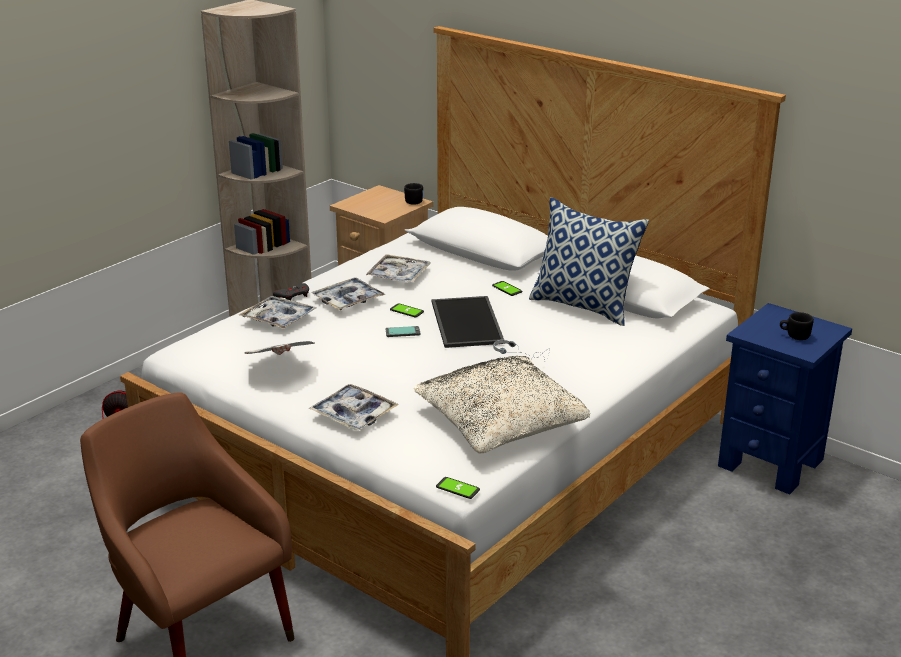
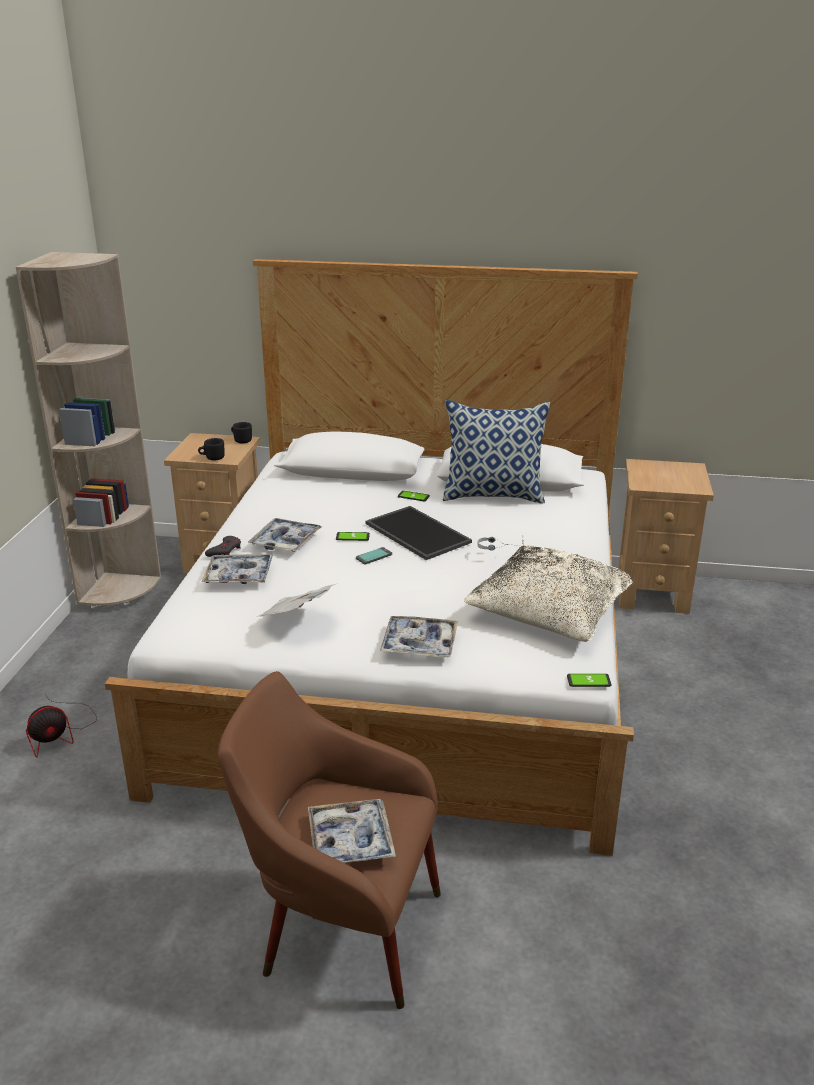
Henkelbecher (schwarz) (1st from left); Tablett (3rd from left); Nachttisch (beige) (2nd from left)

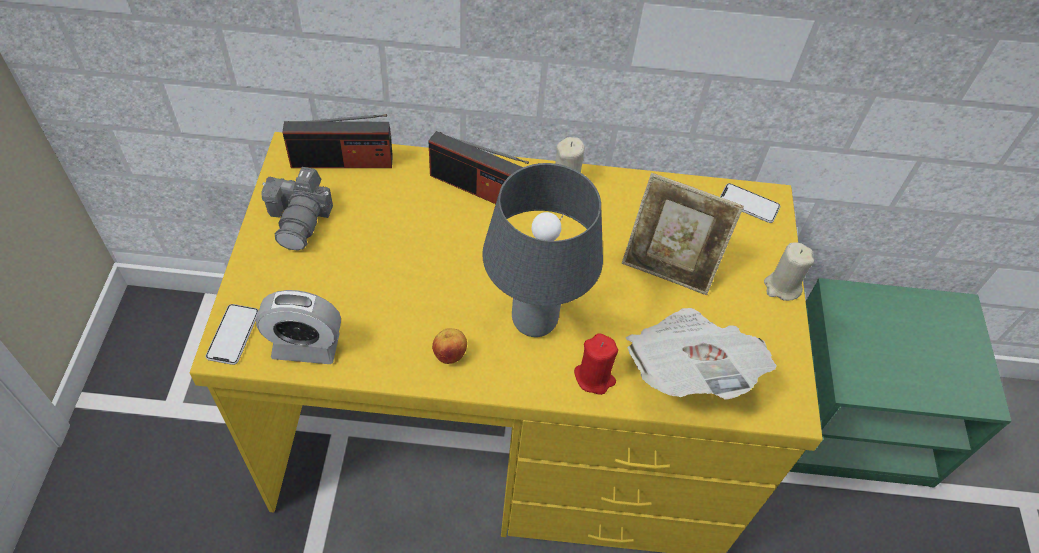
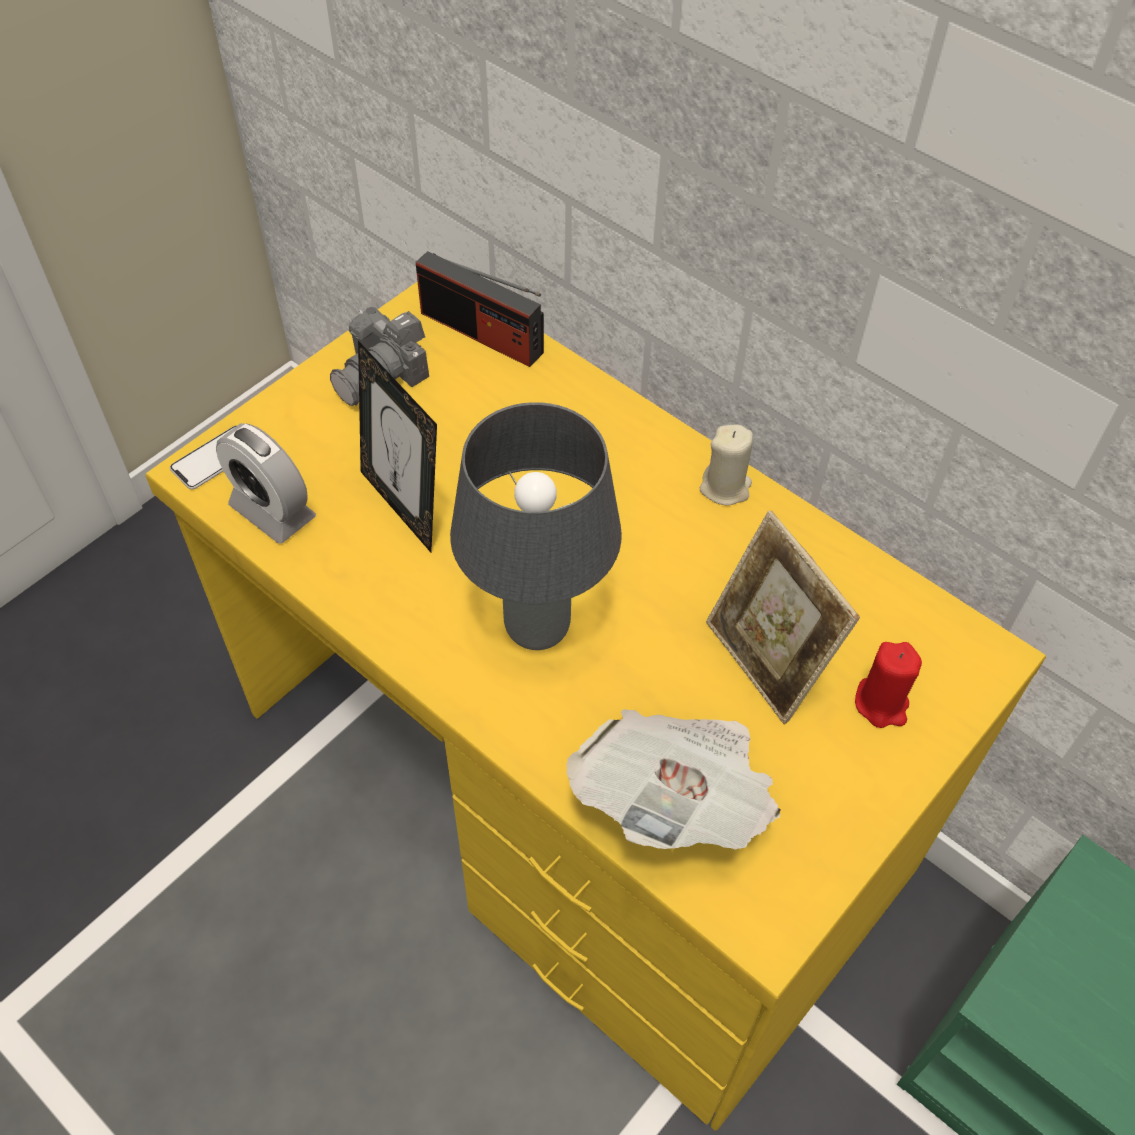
Bilderrahmen (1st from left); Kerze (rot); Radio (2nd from left in the first image); Apfel; Handy (2nd from left in the first image); Kerze (beige) (2nd from left in the first image)

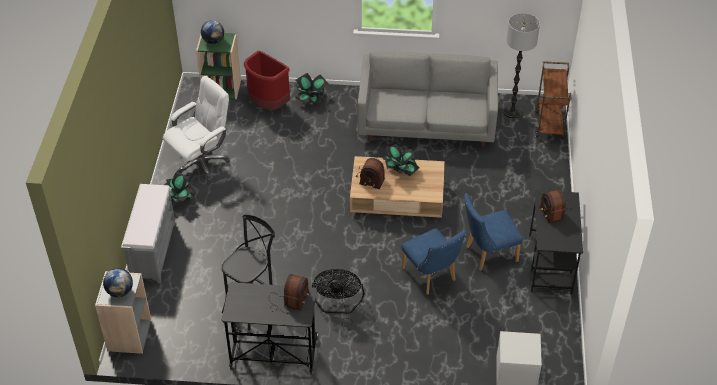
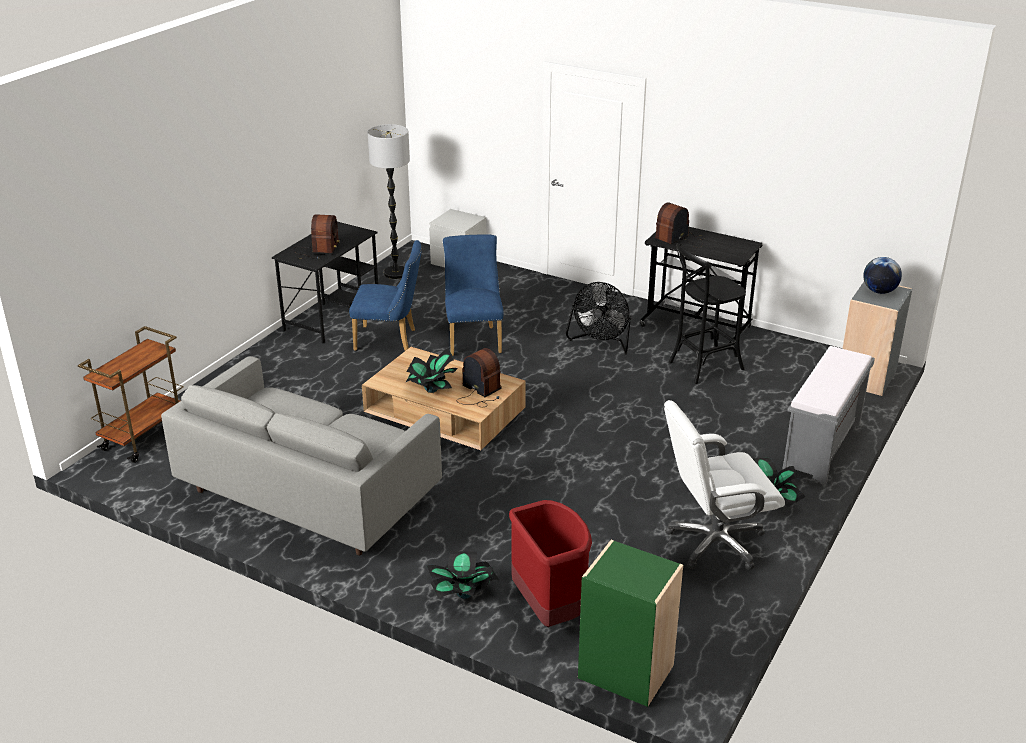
Stehlampe; Globus (2nd from left in the first image)

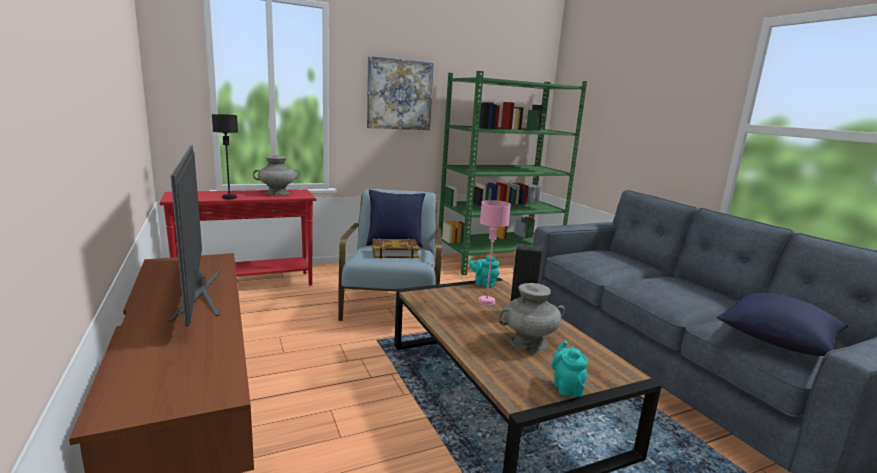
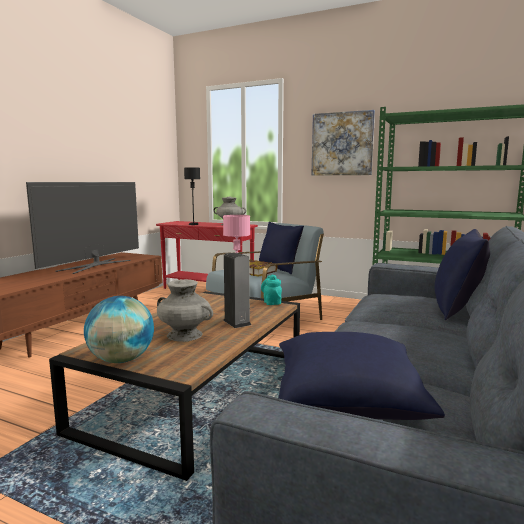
Globus; Kissen (blau) (3rd from left)

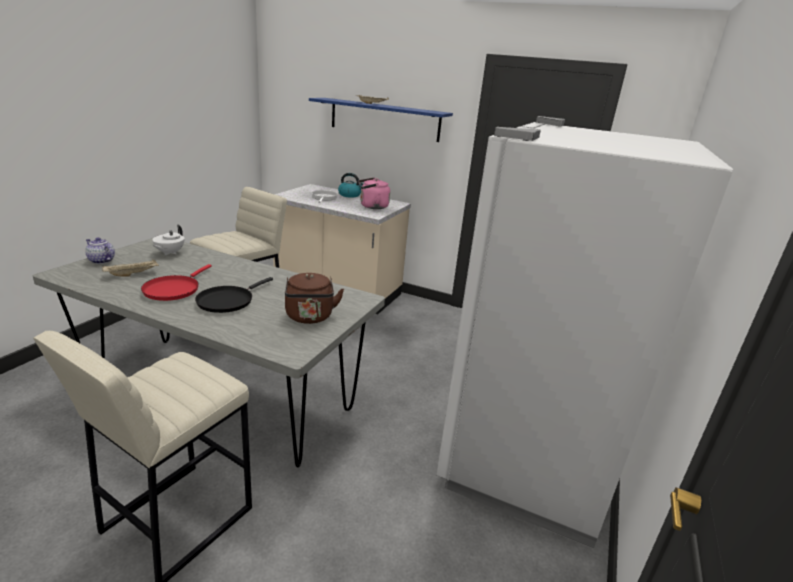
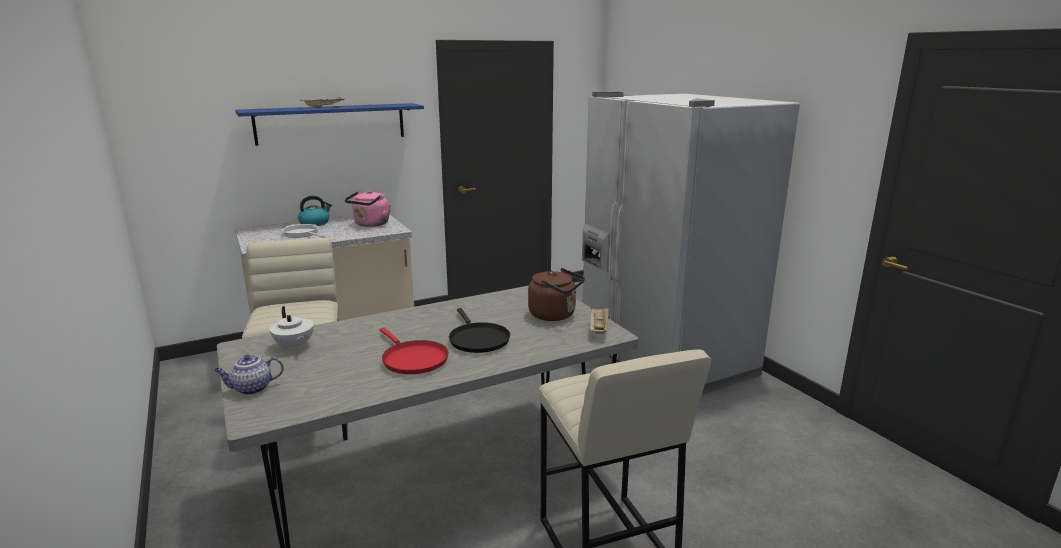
Tablett (beige) (2nd from left)

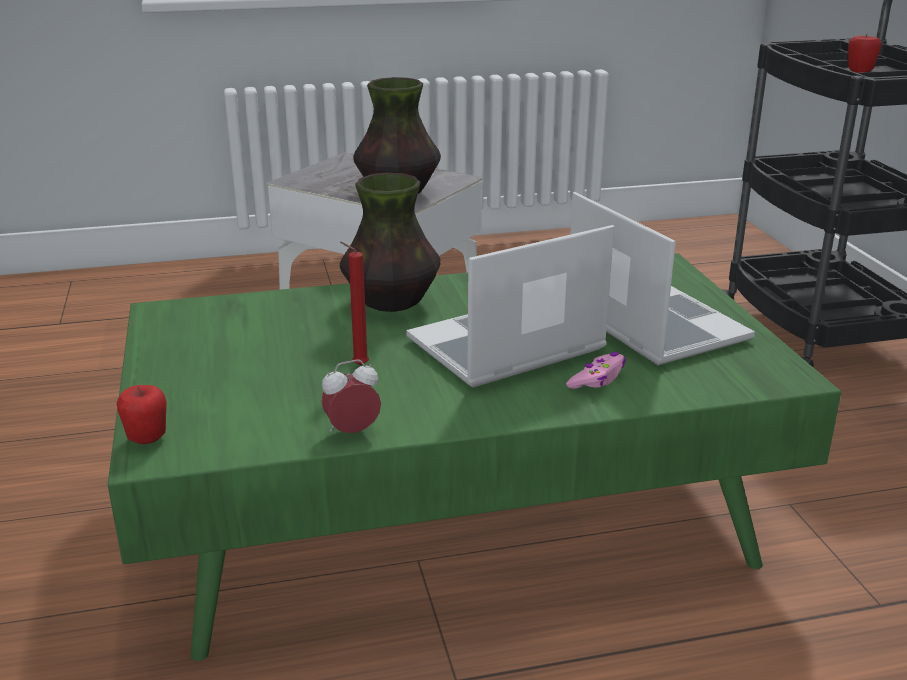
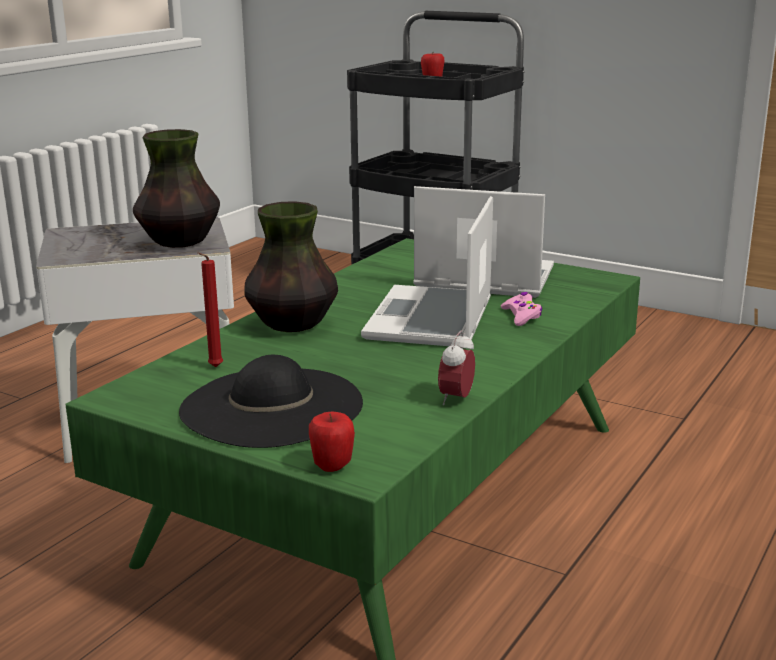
Hut (schwarz); Kerze (rot)

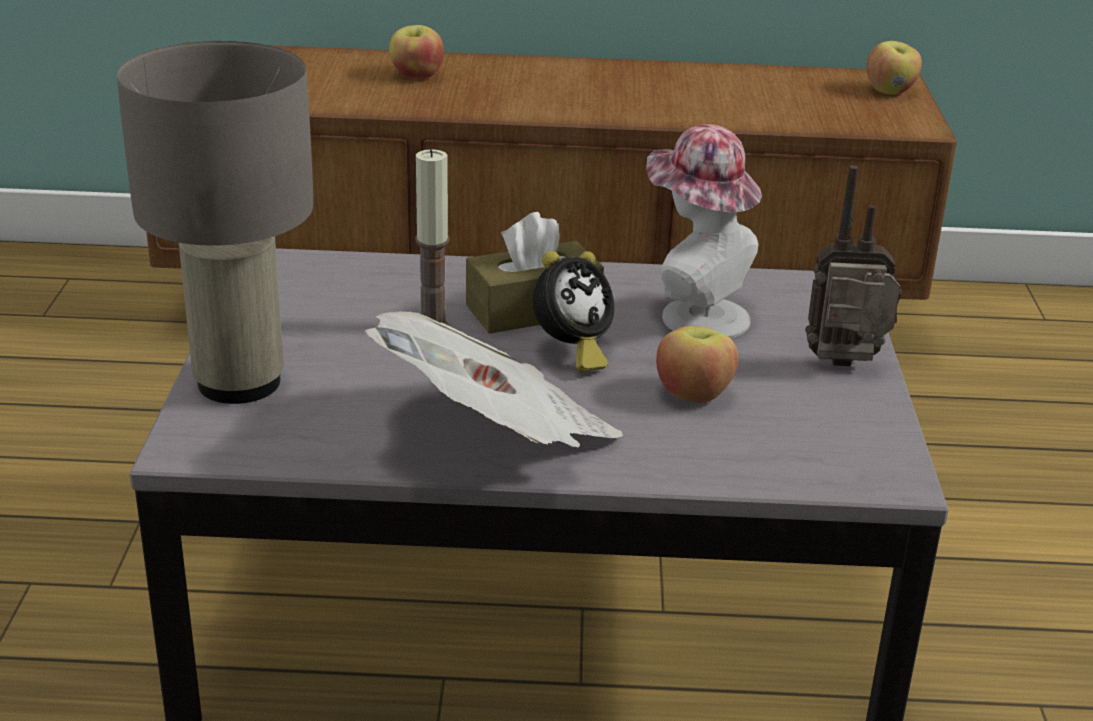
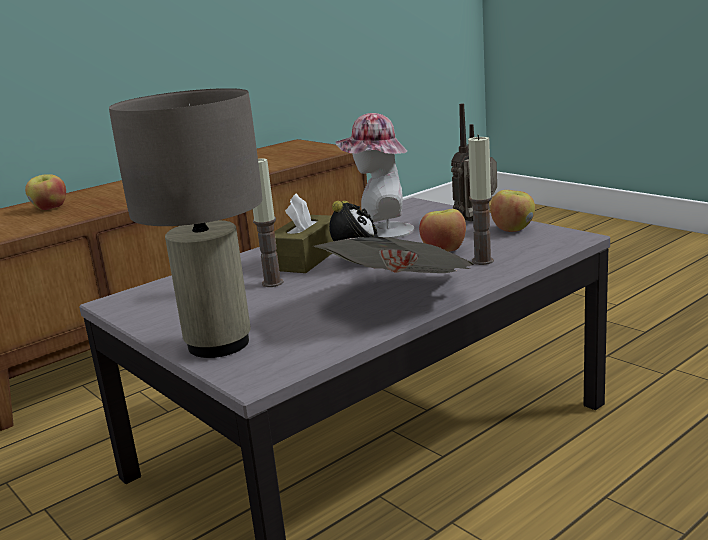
Kerze (2nd from left); Apfel (3rd from left)

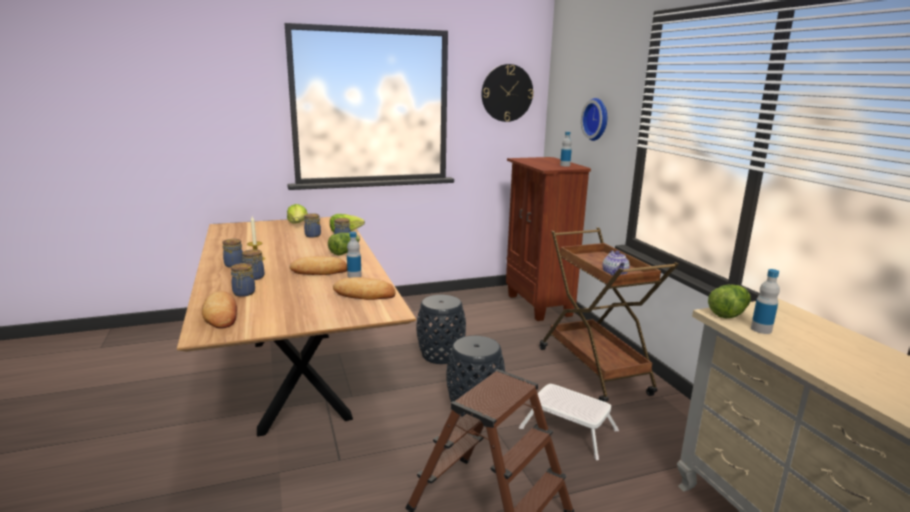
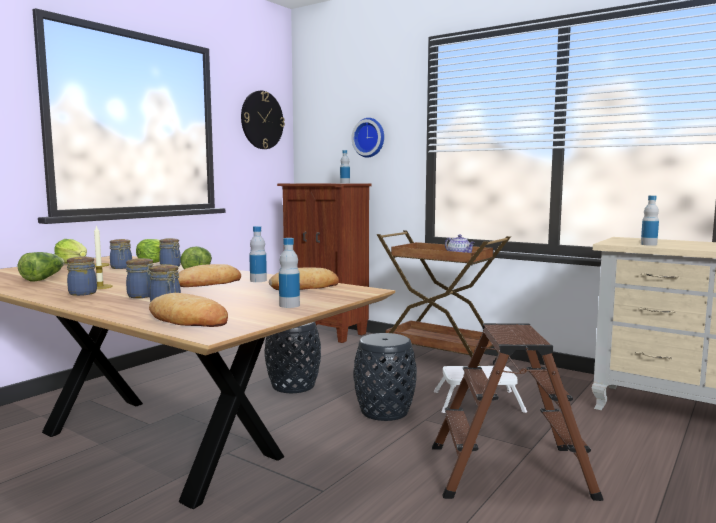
Salatkopf (1st from left); Flasche (2nd from left)

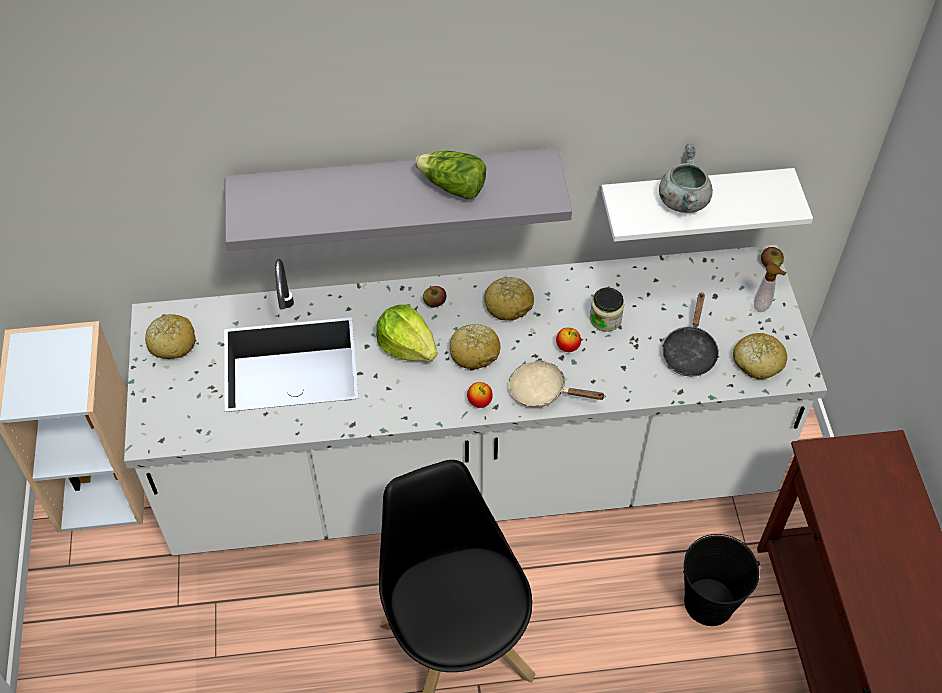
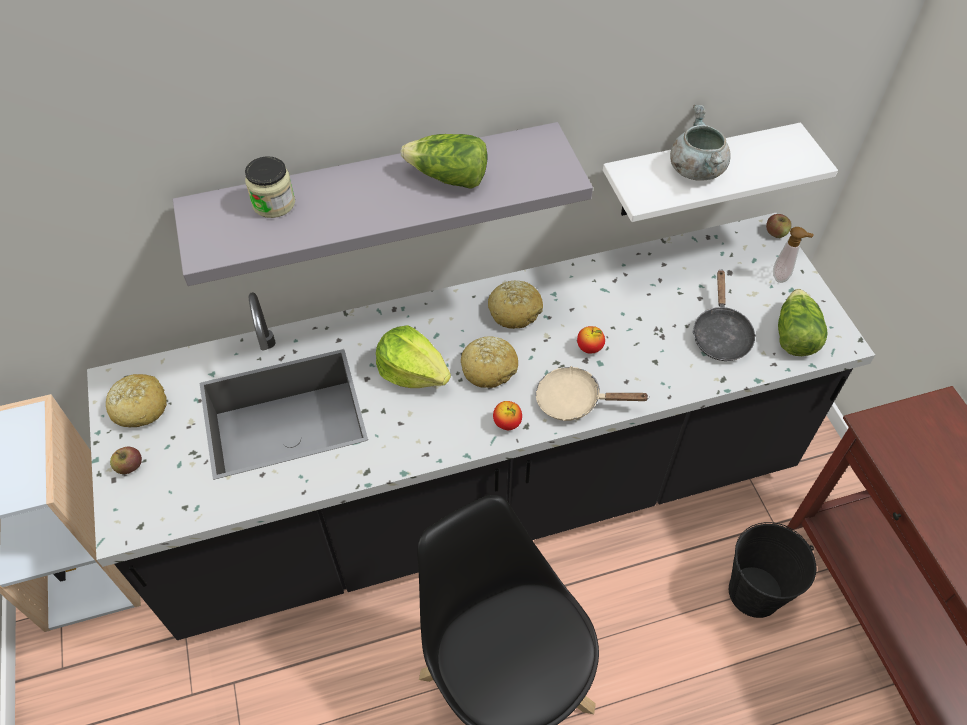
Küchenzeile (schwarz); Apfel (1st from left); Vorratsglas; Salatkopf (3rd from left)

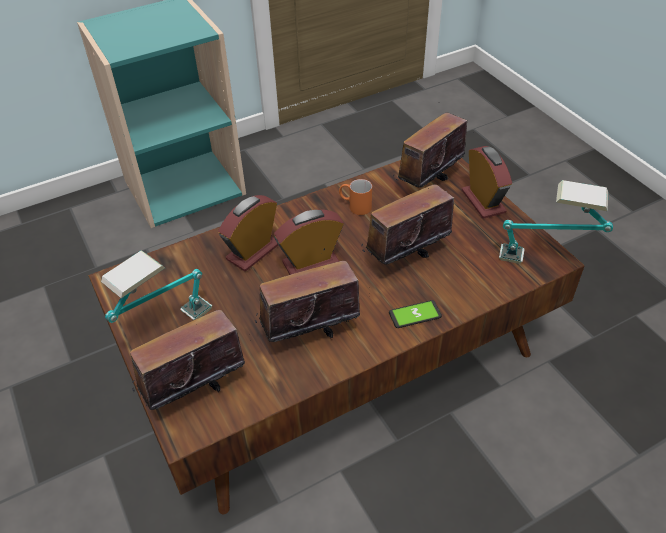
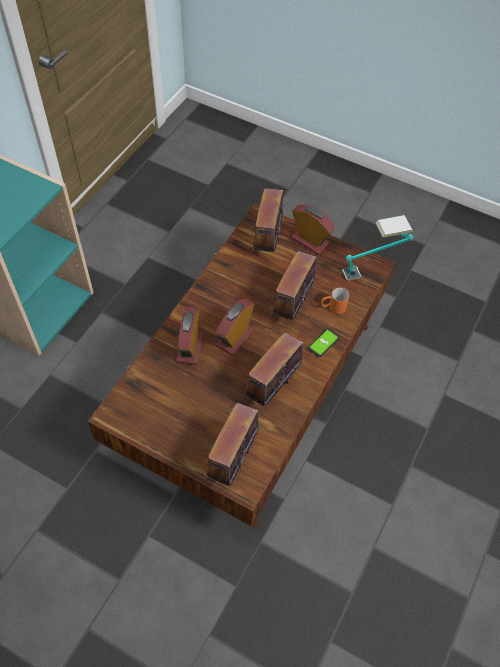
Henkelbecher (orange); Tischlampe (1st from left in the first image)

